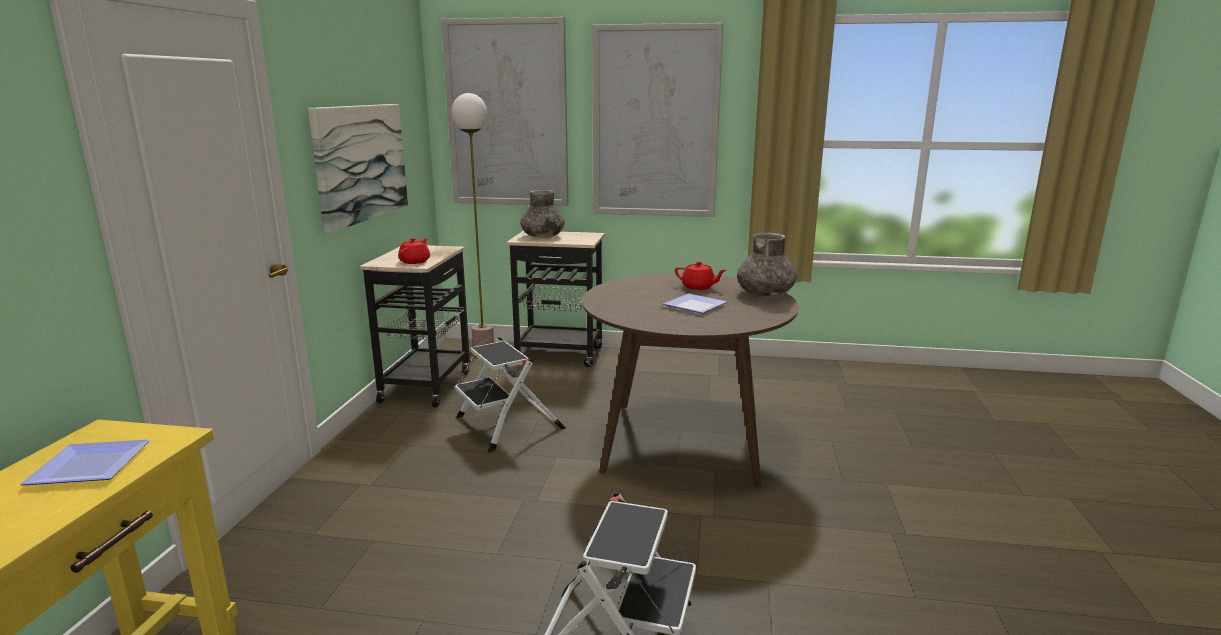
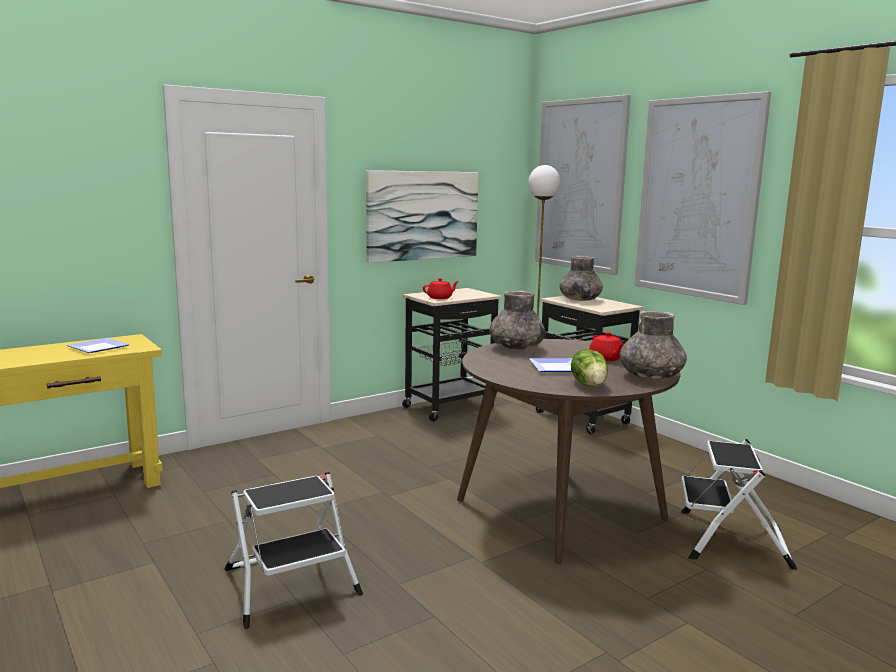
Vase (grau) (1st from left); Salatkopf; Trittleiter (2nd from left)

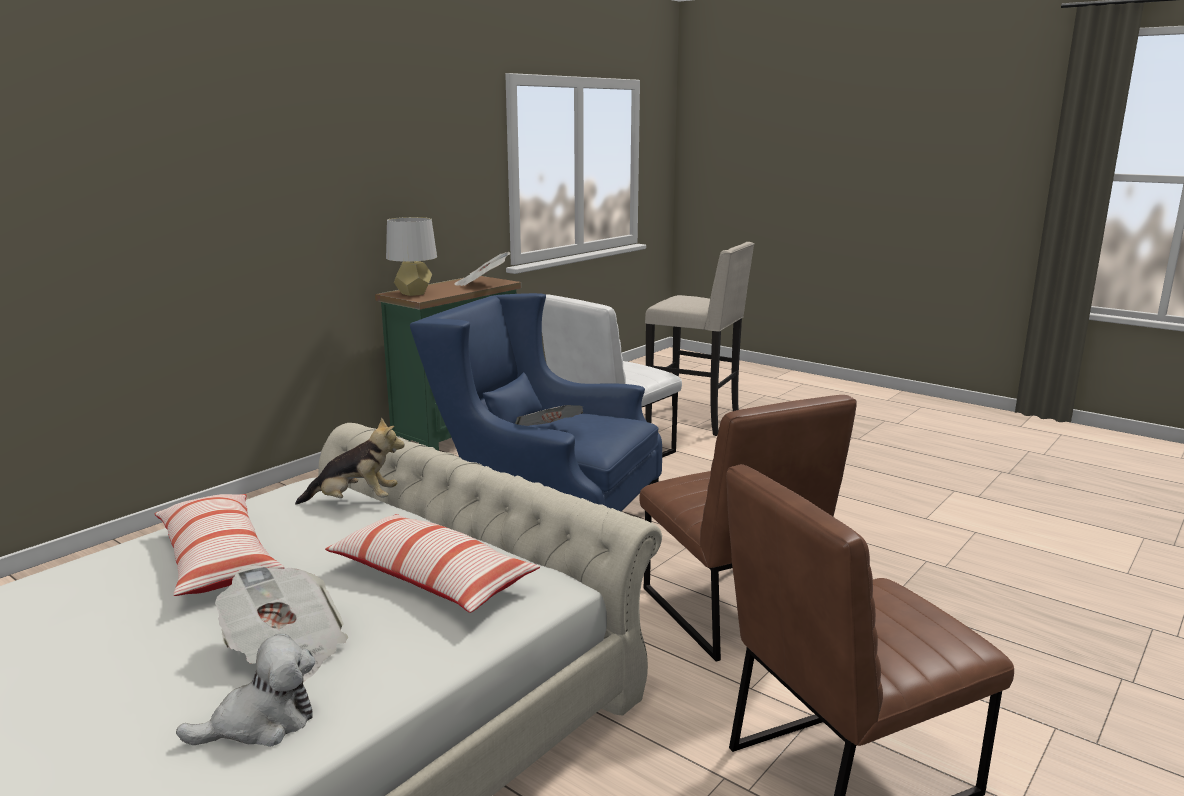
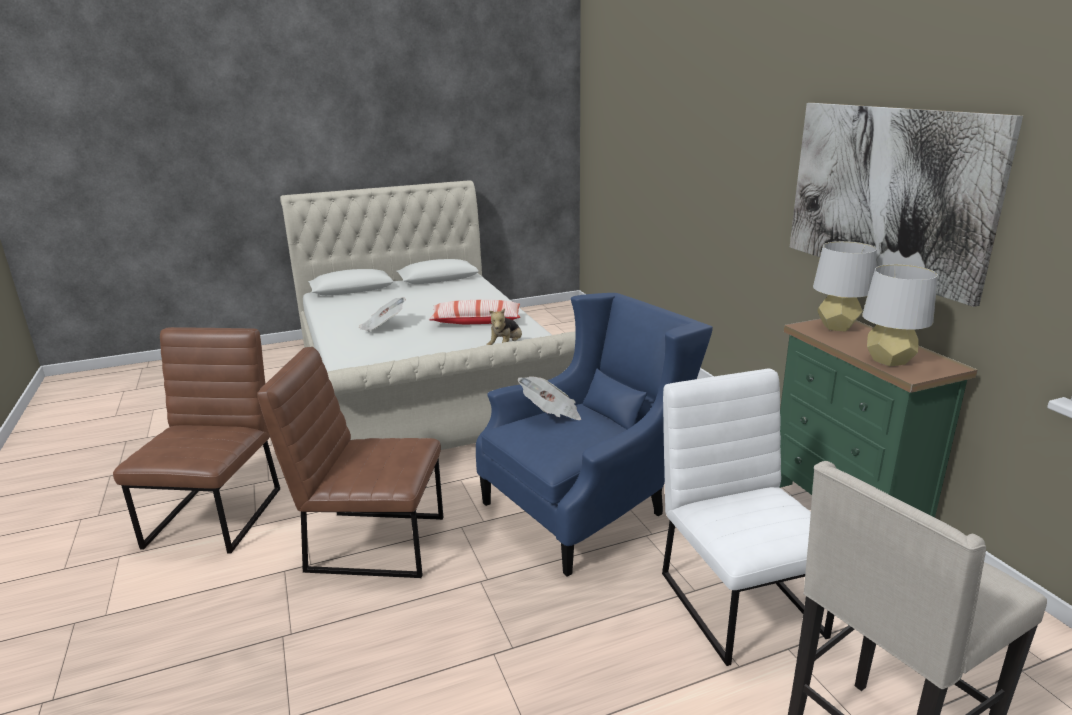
Bild; Tischlampe (grau) (2nd from left); Plüschtier (1st from left in the first image); Kissen (2nd from left in the first image)

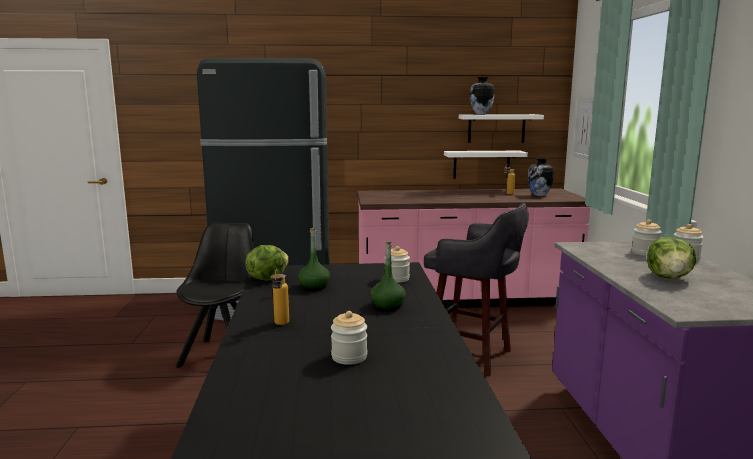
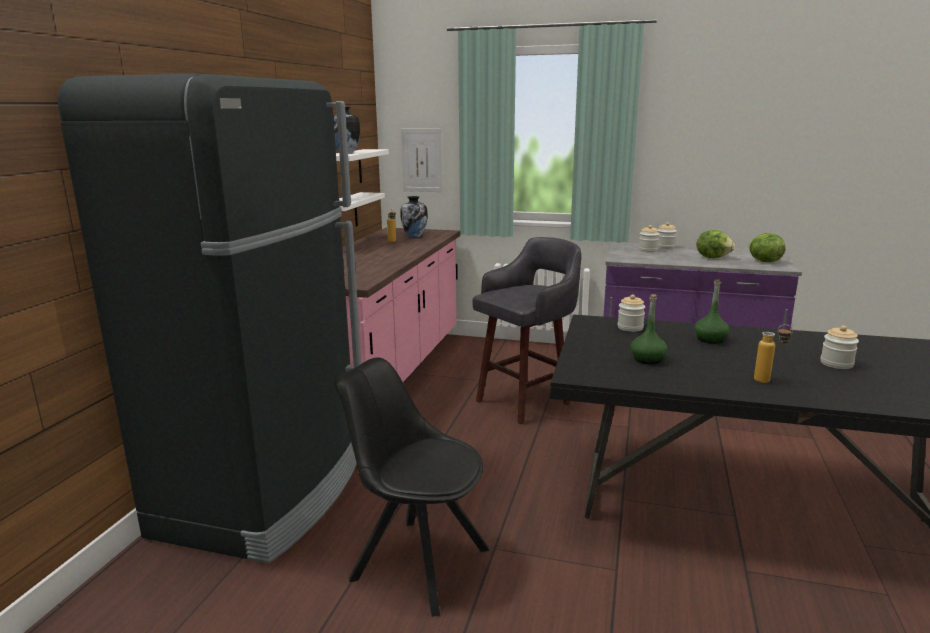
Salatkopf (2nd from left)

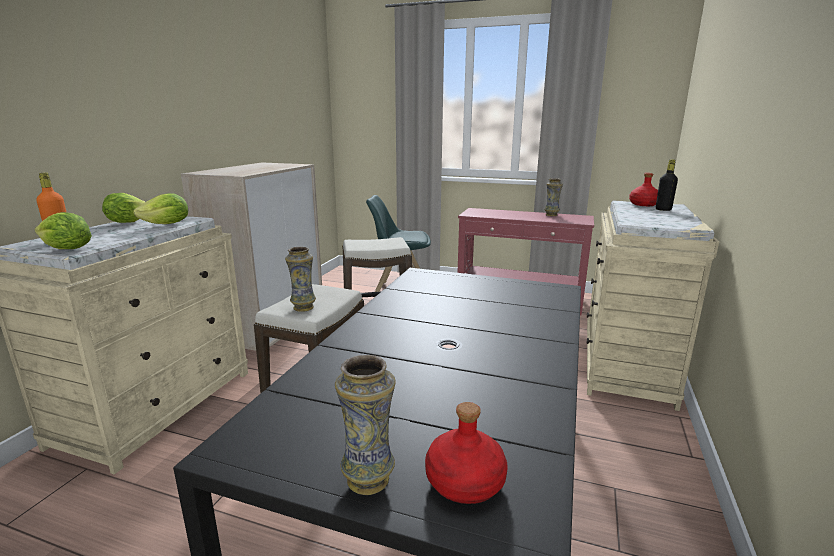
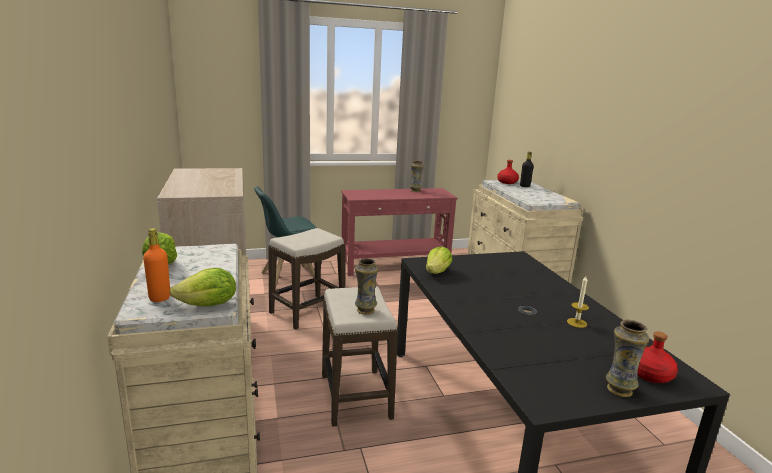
Salatkopf (3rd from left); Kerze

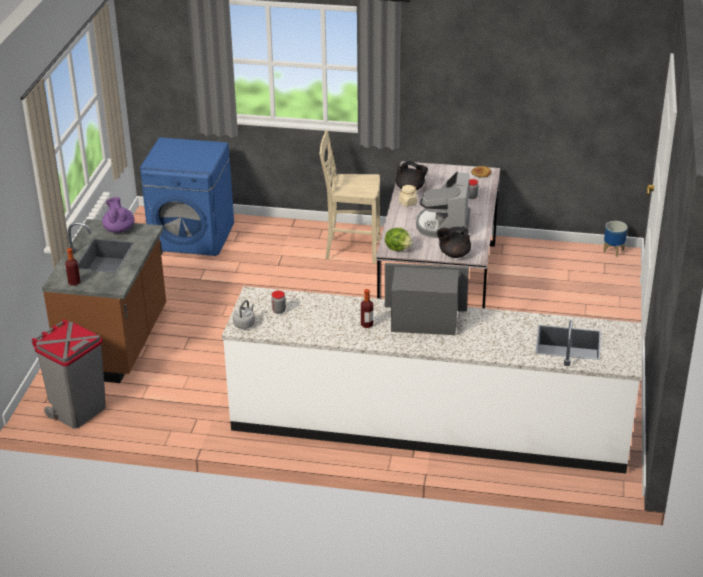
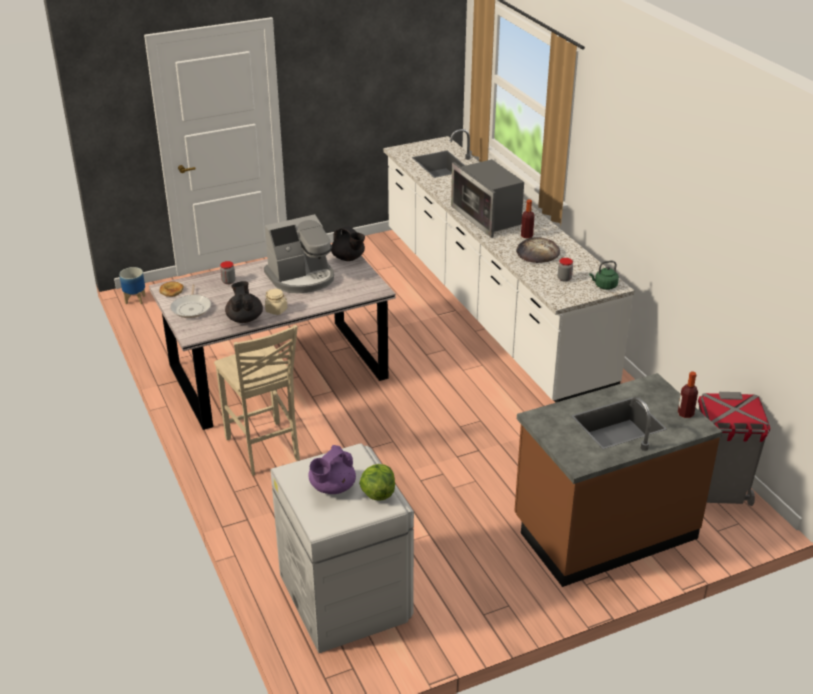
Pfanne; Waschmaschine (weiß); Teekanne (lila); Salatkopf; Brot (2nd from left); Wasserkessel (grün)

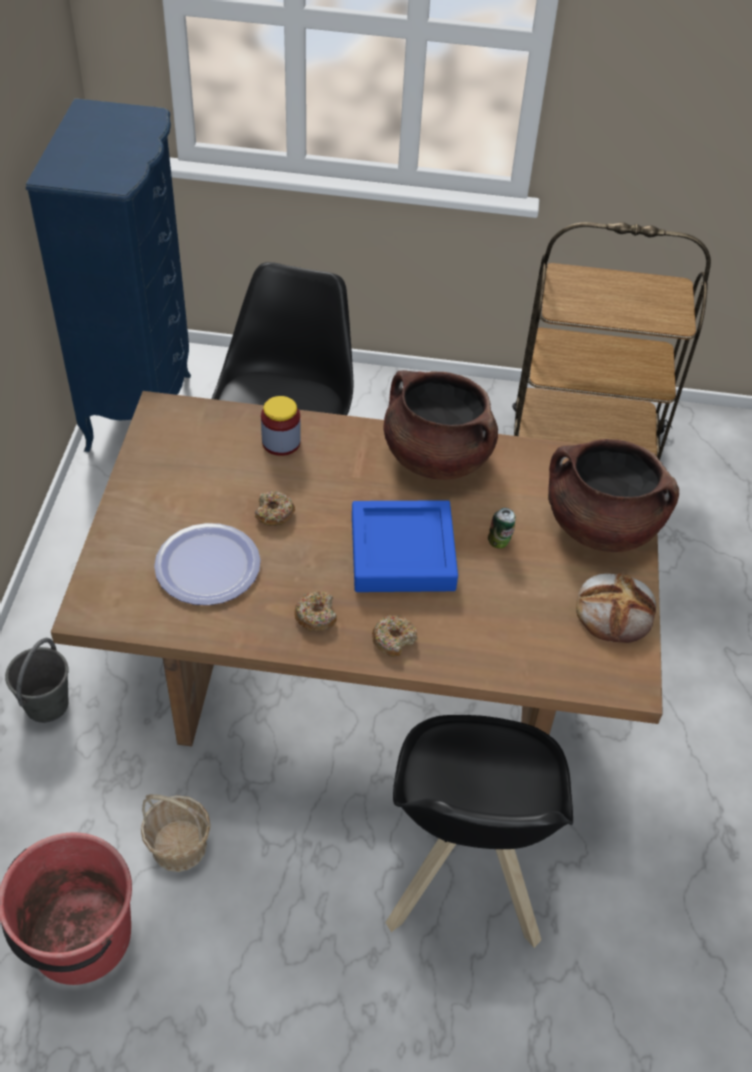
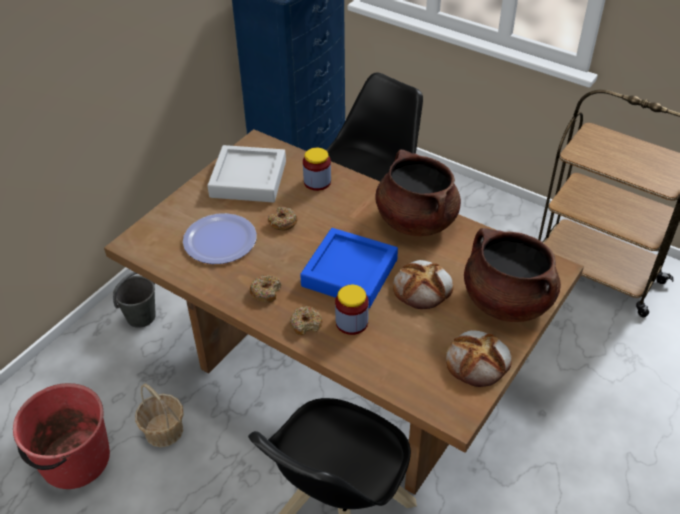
Tablett (grau); Vorratsglas (2nd from left); Brot (1st from left)

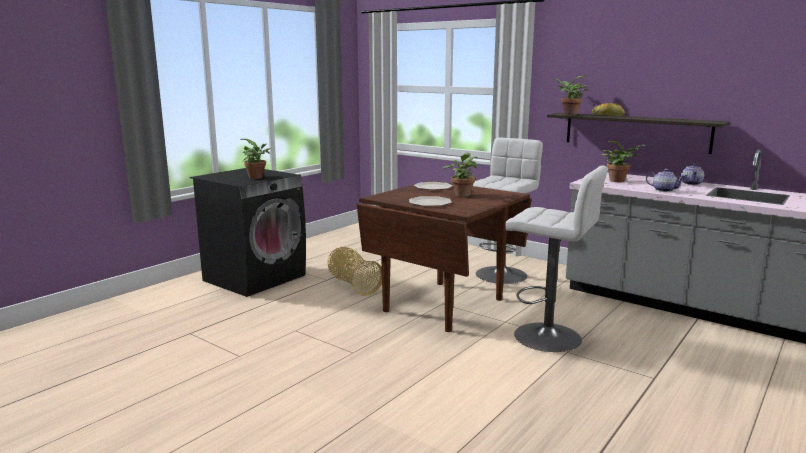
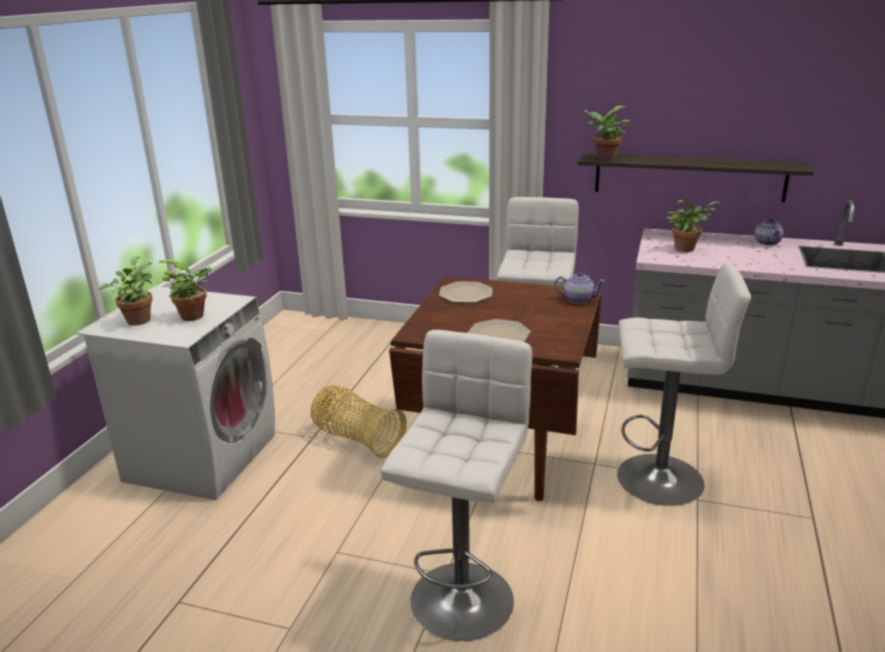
Waschmaschine (weiß); Topfpflanze (1st from left); Hocker (weiß) (1st from left); Teekanne (1st from left); Brot

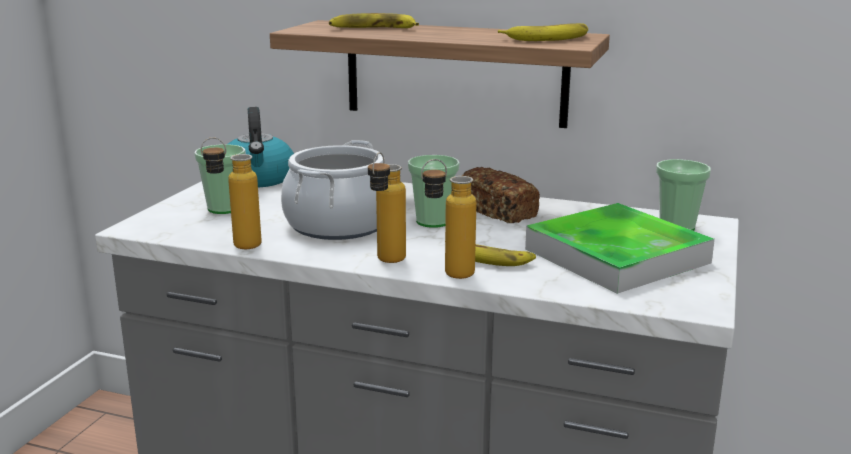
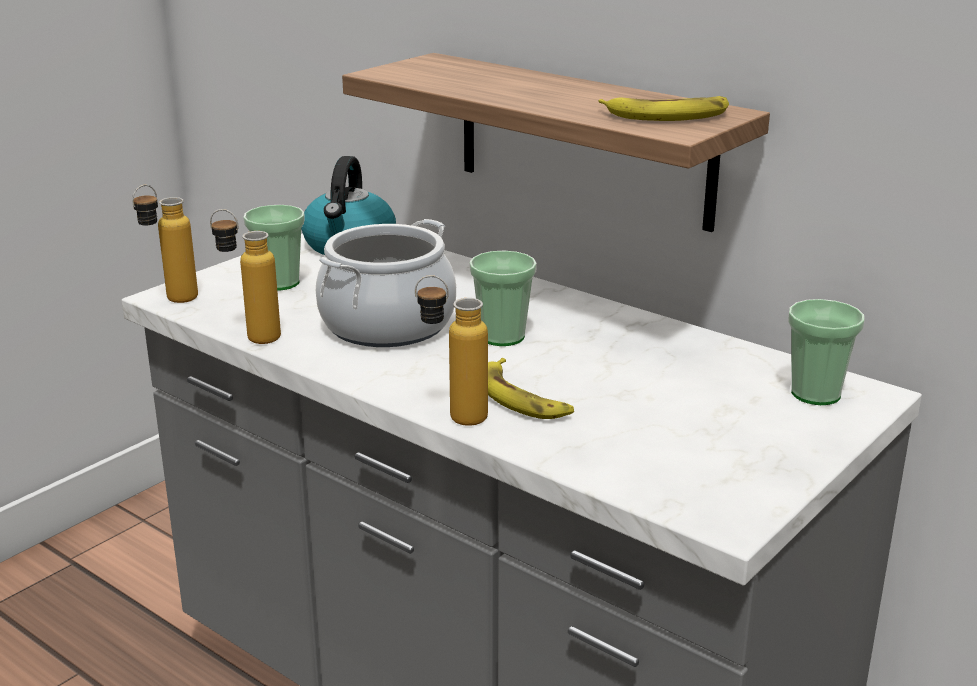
Flasche (1st from left); Banane (1st from left in the first image); Brot; Tablett

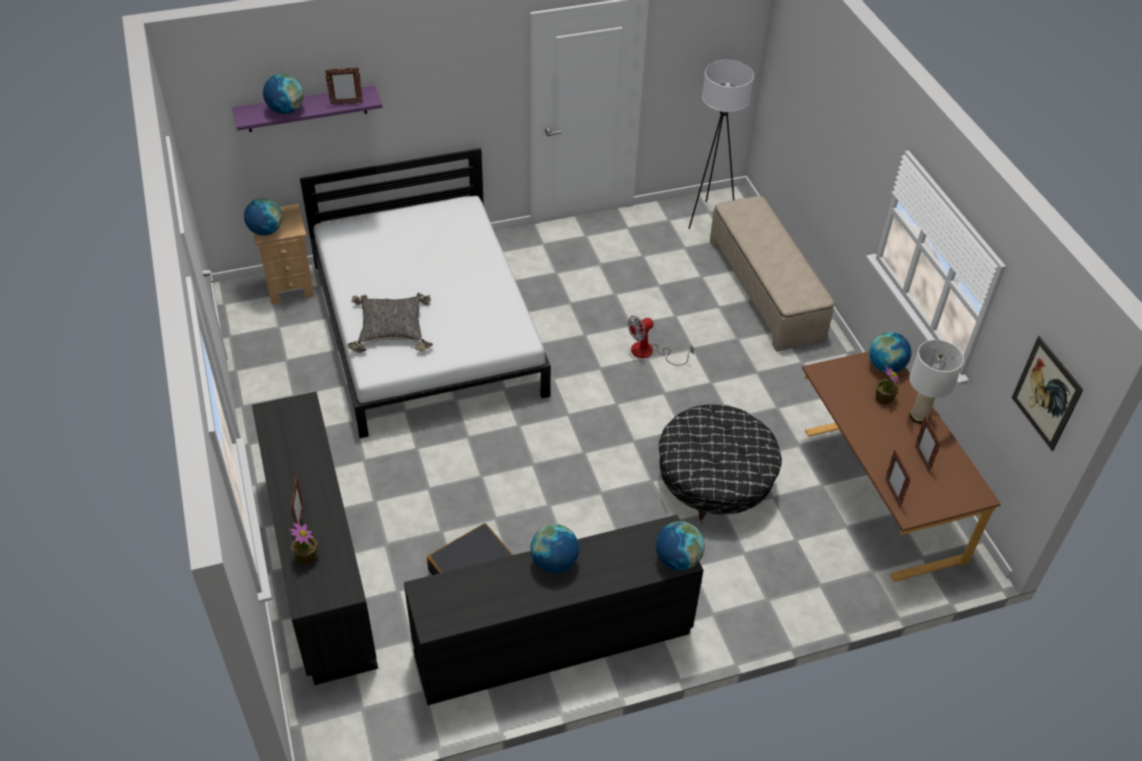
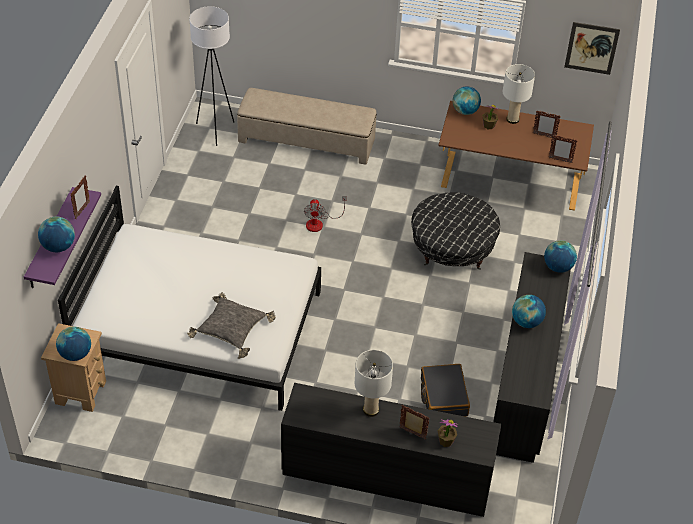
Tischlampe (weiß) (1st from left)

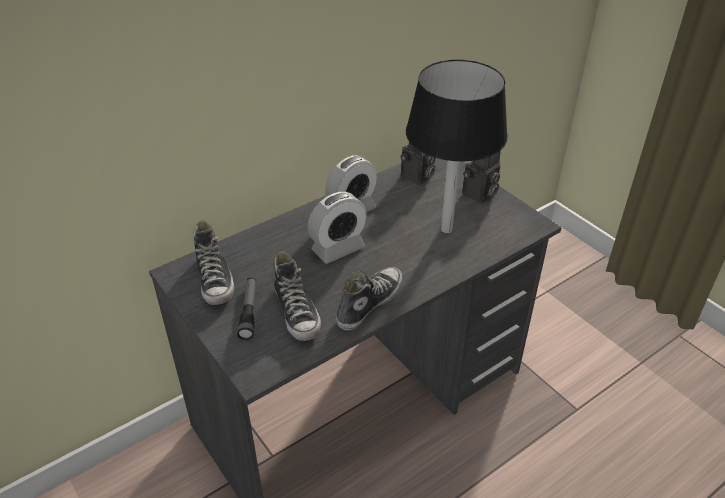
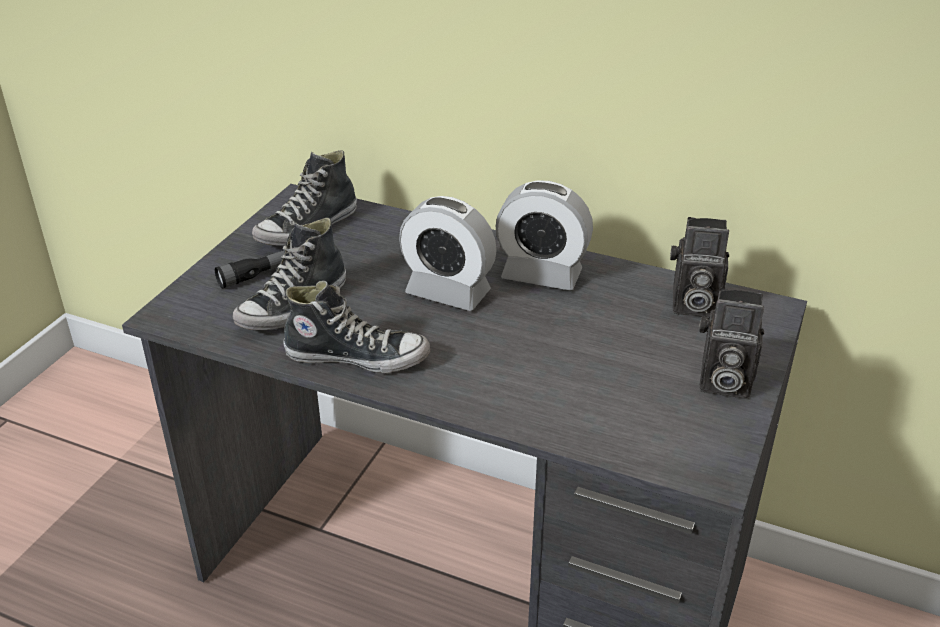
Tischlampe (schwarz)

